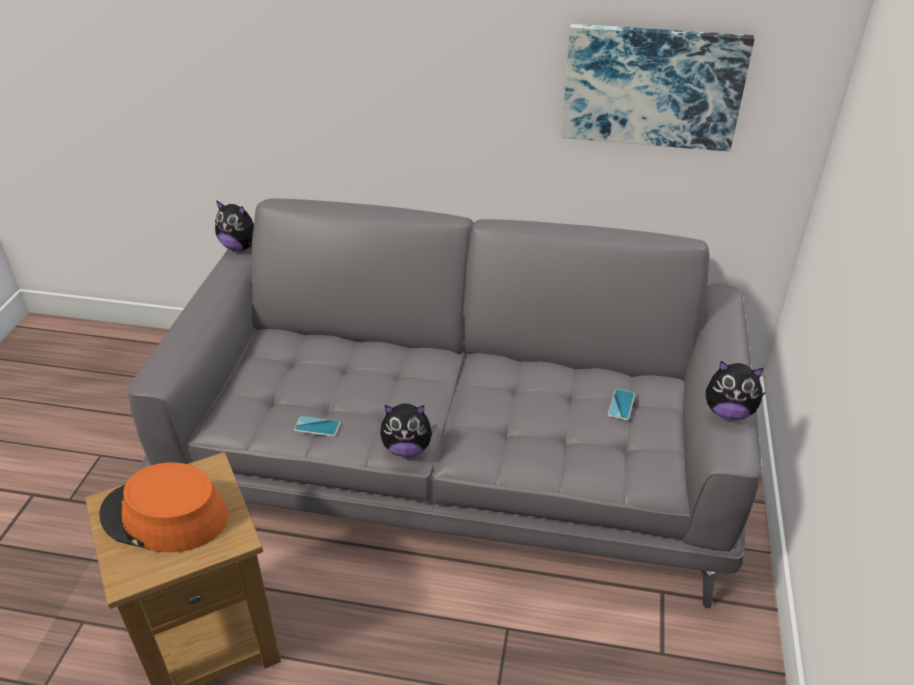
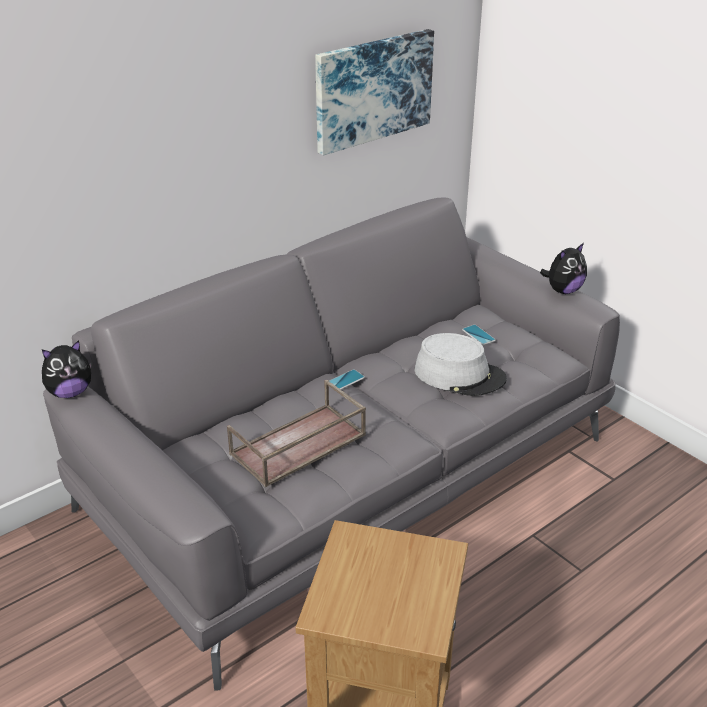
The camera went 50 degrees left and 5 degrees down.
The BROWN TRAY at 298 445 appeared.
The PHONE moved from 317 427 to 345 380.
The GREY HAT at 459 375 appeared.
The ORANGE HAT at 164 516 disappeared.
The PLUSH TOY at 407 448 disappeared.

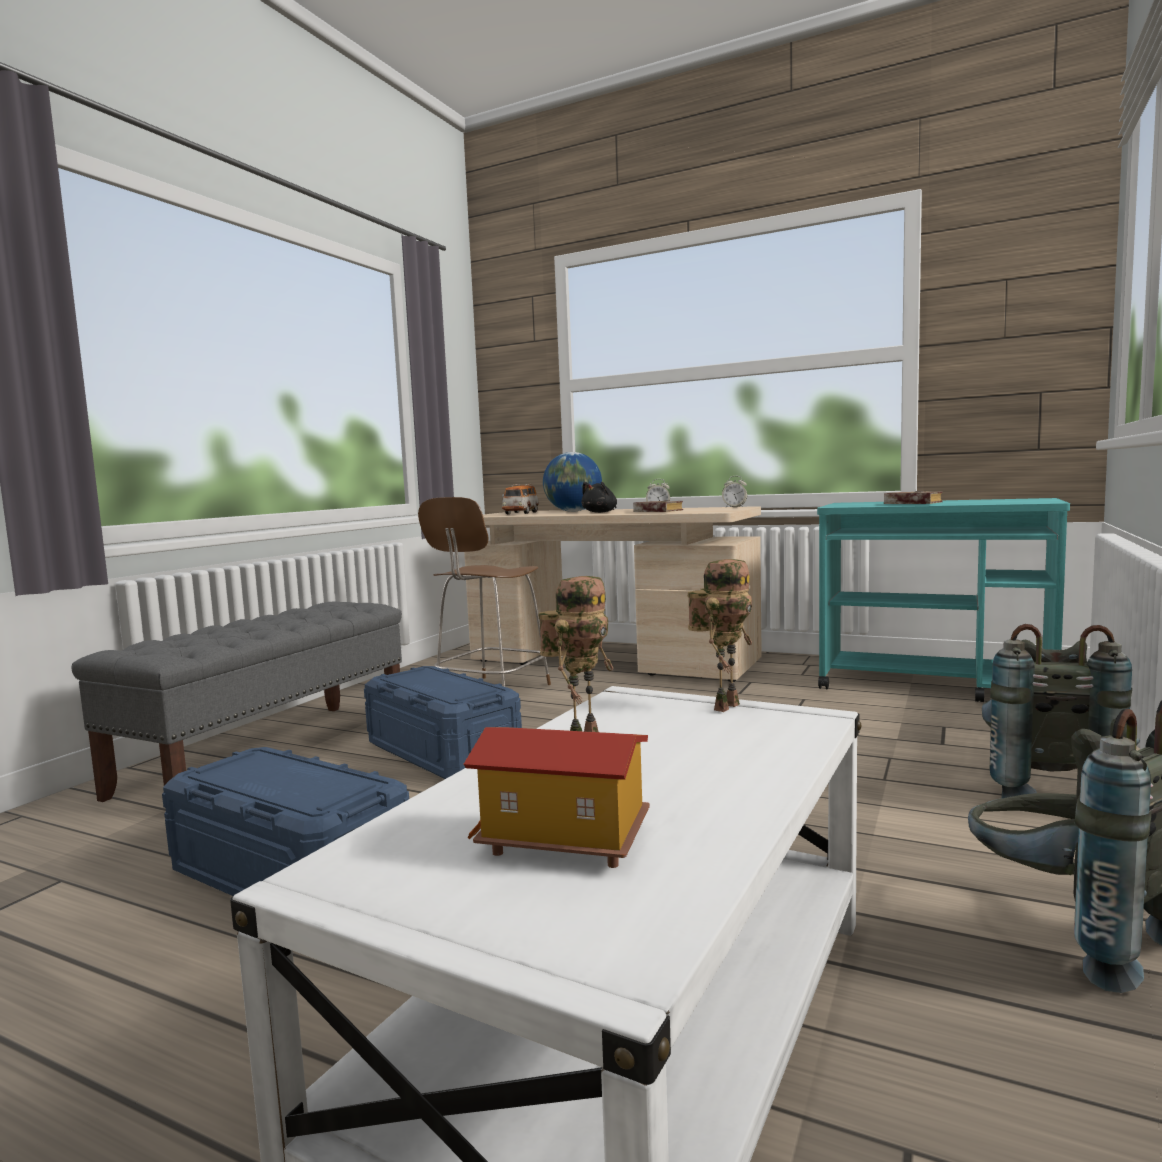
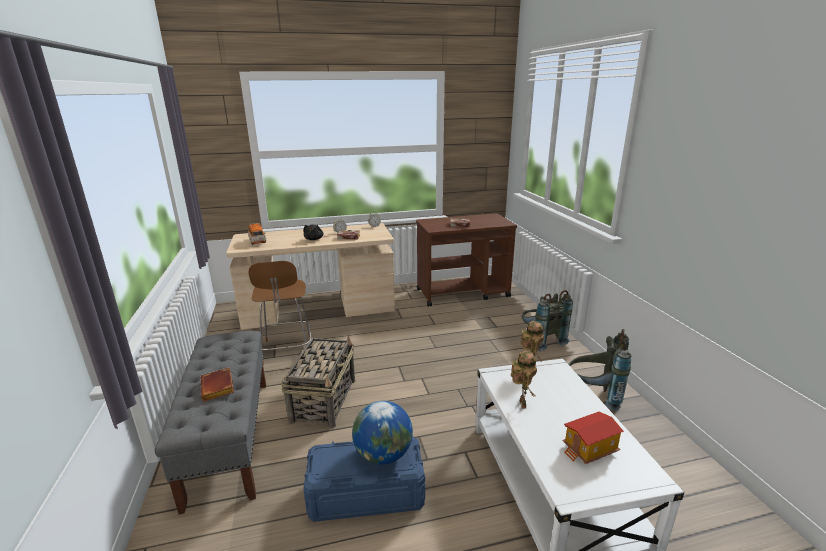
The camera went 40 degrees left and 15 degrees up.
The BROWN BOOK at 219 388 appeared.
The BLUE STORAGE BOX at 443 752 was replaced by the BASKET at 324 400.
The GLOBE moved from 573 511 to 383 455.
The TURQUOISE CART at 935 685 became the BROWN CART at 463 293.

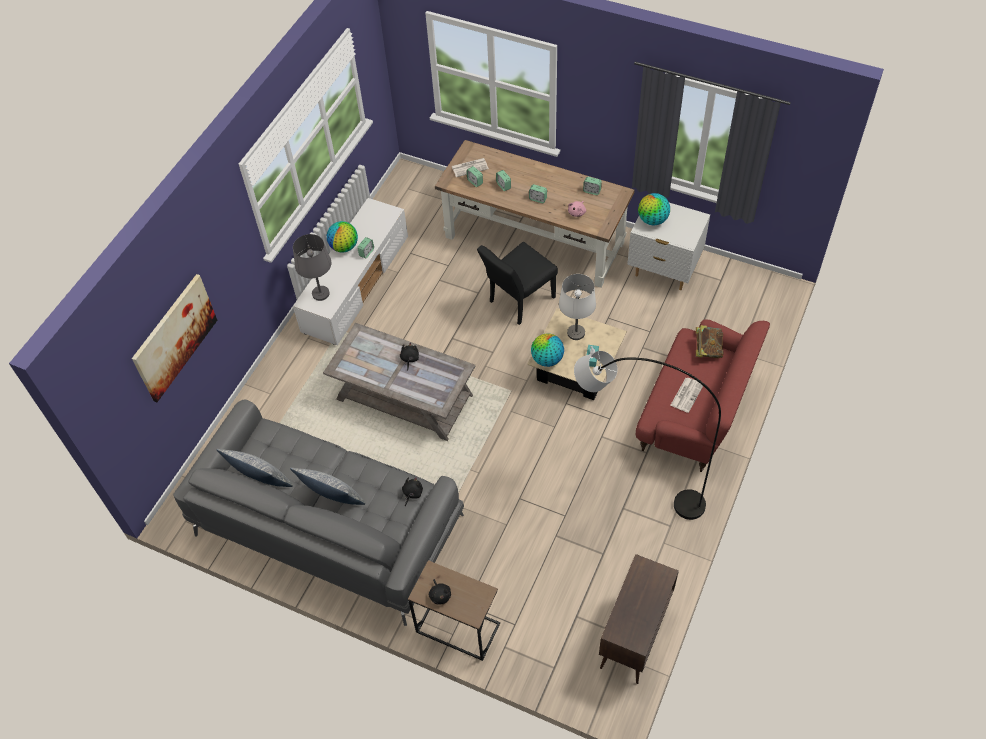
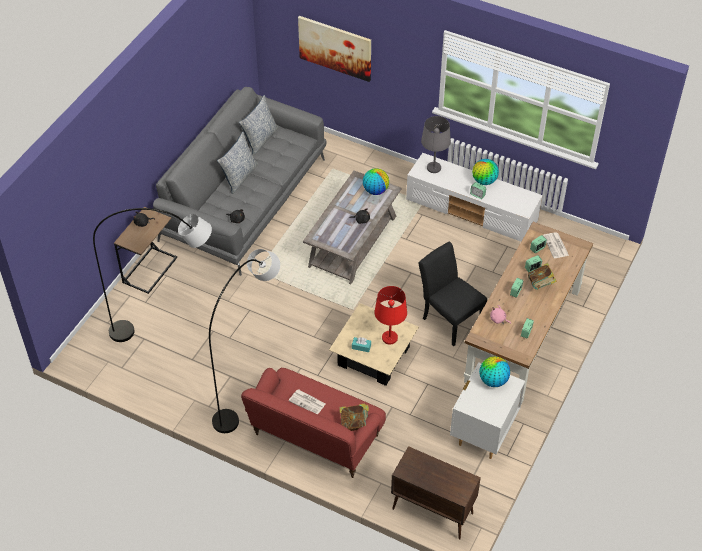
The camera went 90 degrees right and 5 degrees down.
The GREY FLOOR LAMP at 169 327 appeared.
The GLOBE moved from 547 359 to 375 190.
The WHITE TABLE LAMP at 576 333 became the RED TABLE LAMP at 389 338.
The BROWN CABINET moved from 634 637 to 431 511.
The BOOK at 541 284 appeared.

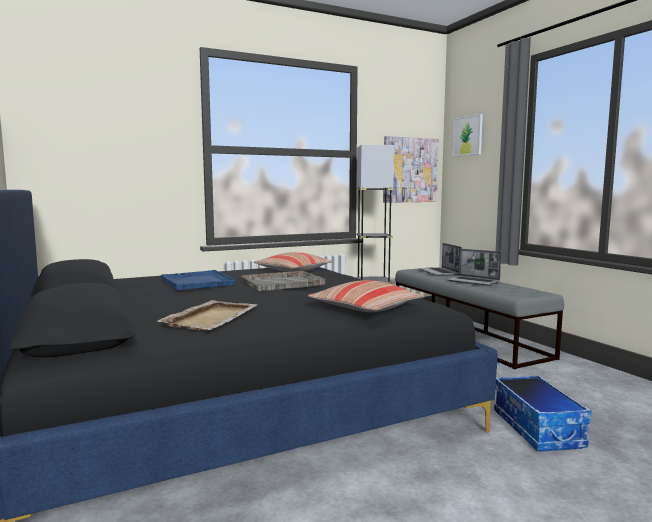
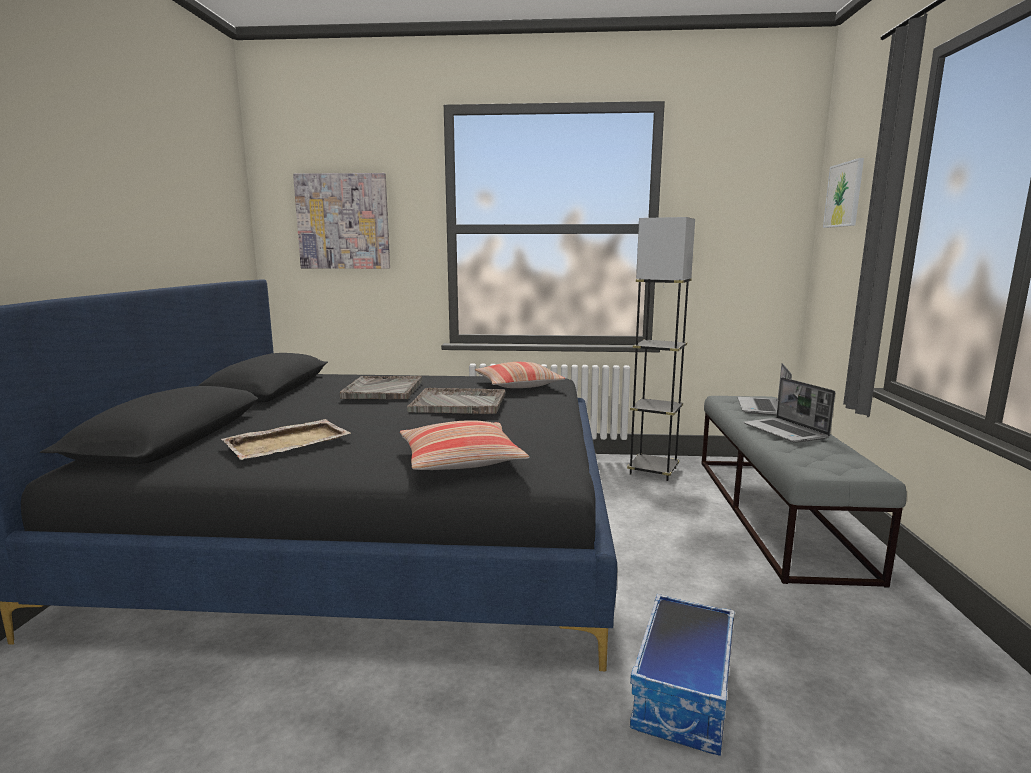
The camera went 30 degrees right and 5 degrees up.
The PICTURE moved from 410 170 to 343 221.
The BLUE TRAY at 197 282 became the GREY TRAY at 383 389.

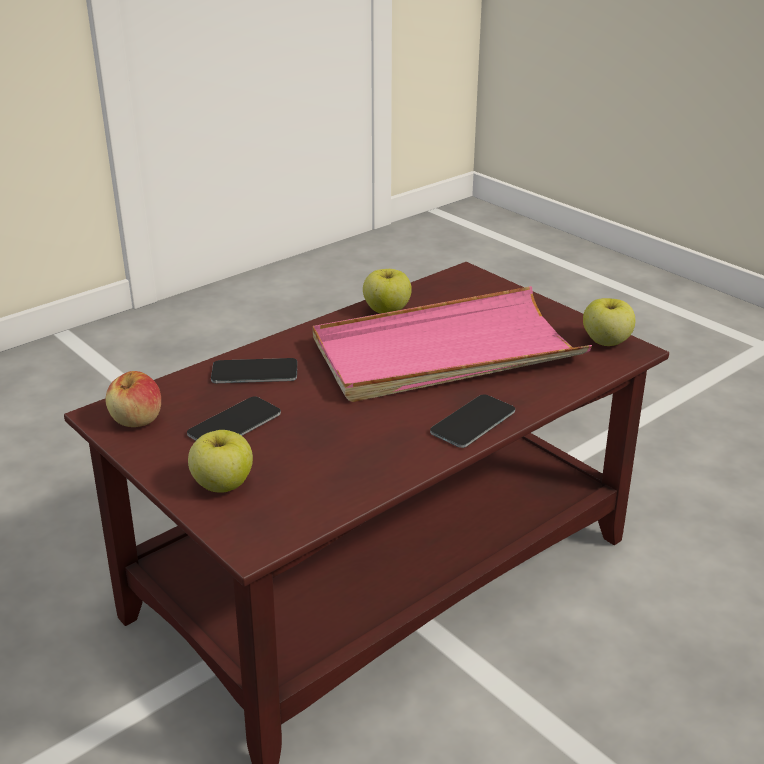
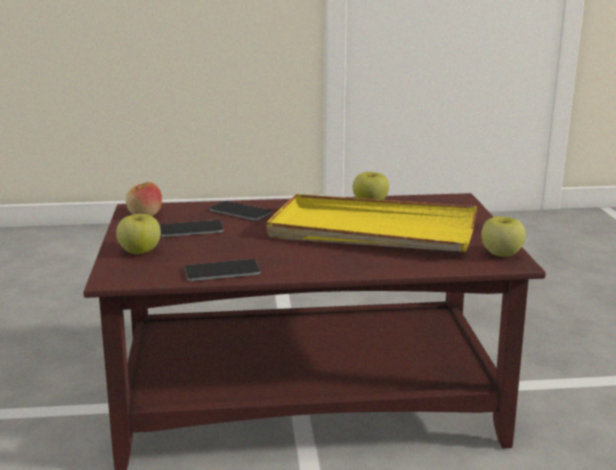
The camera went 35 degrees right and 10 degrees down.
The PHONE moved from 473 422 to 222 271.
The PINK TRAY at 445 353 became the YELLOW TRAY at 372 231.

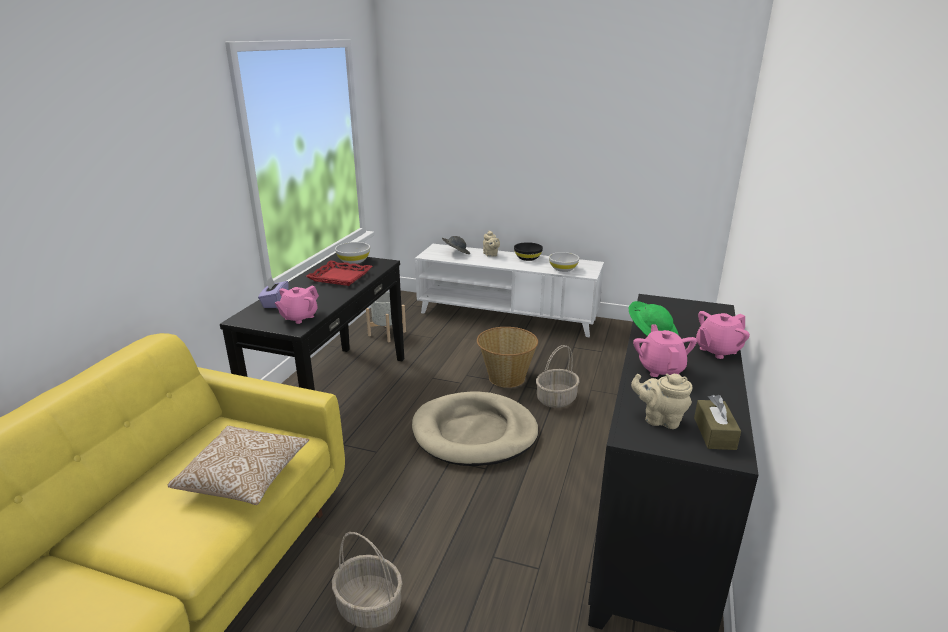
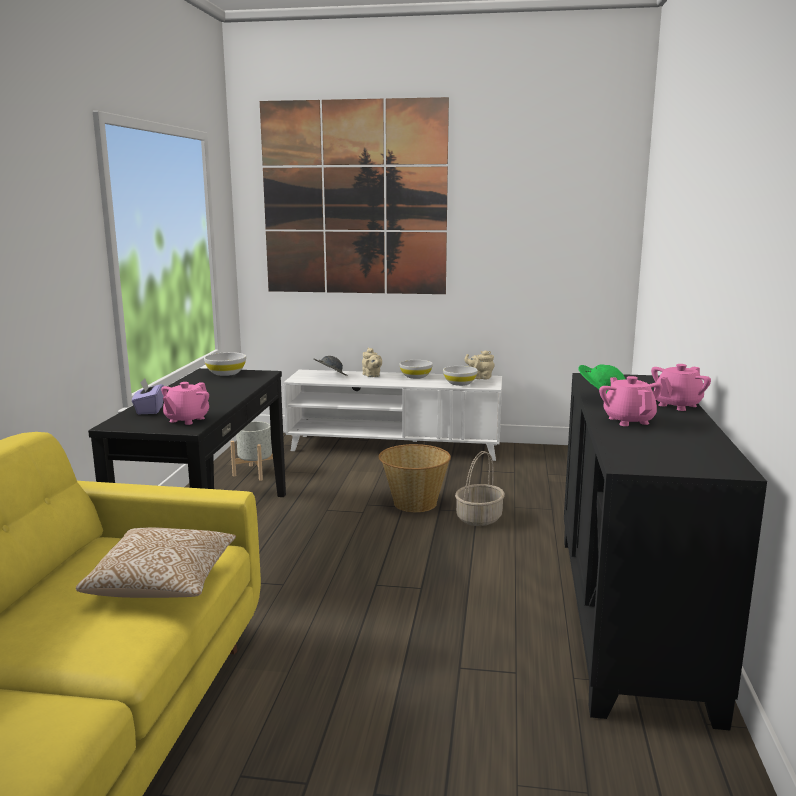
The camera went 10 degrees left and 10 degrees down.
The PICTURE at 354 199 appeared.
The BLACK BOWL at 527 258 became the WHITE BOWL at 415 376.
The BEIGE TEAPOT moved from 660 419 to 480 377.
The RED TRAY at 340 277 disappeared.
The BASKET at 368 606 disappeared.
The BEIGE DOG BED at 474 433 disappeared.
The BROWN TISSUE BOX at 714 433 disappeared.

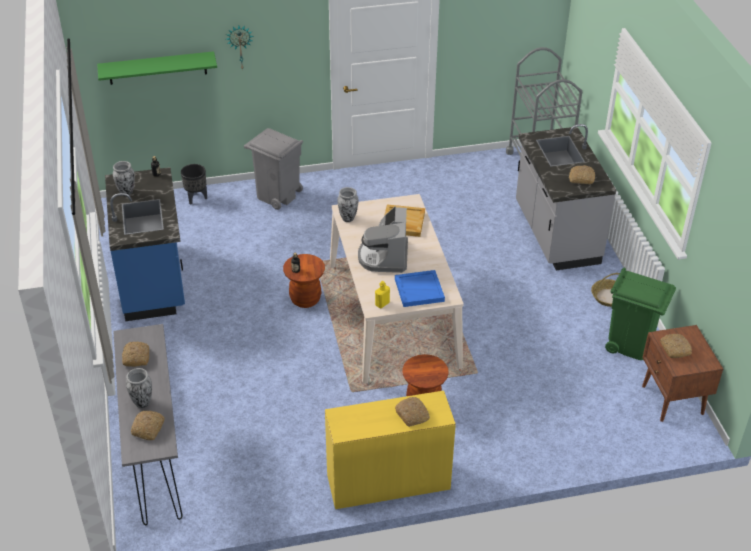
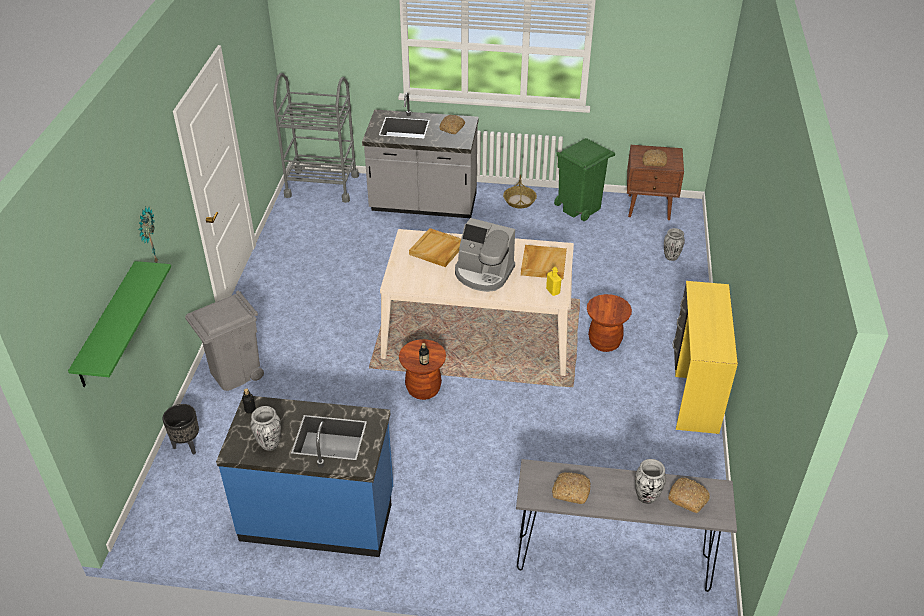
The camera went 70 degrees left and 0 degrees up.
The BLUE TRAY at 419 290 became the BEIGE TRAY at 543 263.
The VASE moved from 348 218 to 671 257.
The BREAD at 412 415 disappeared.

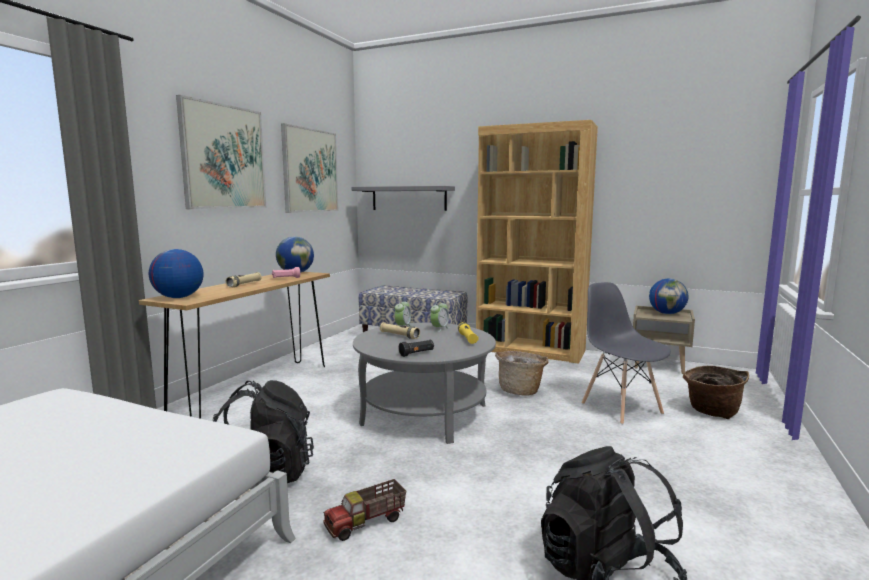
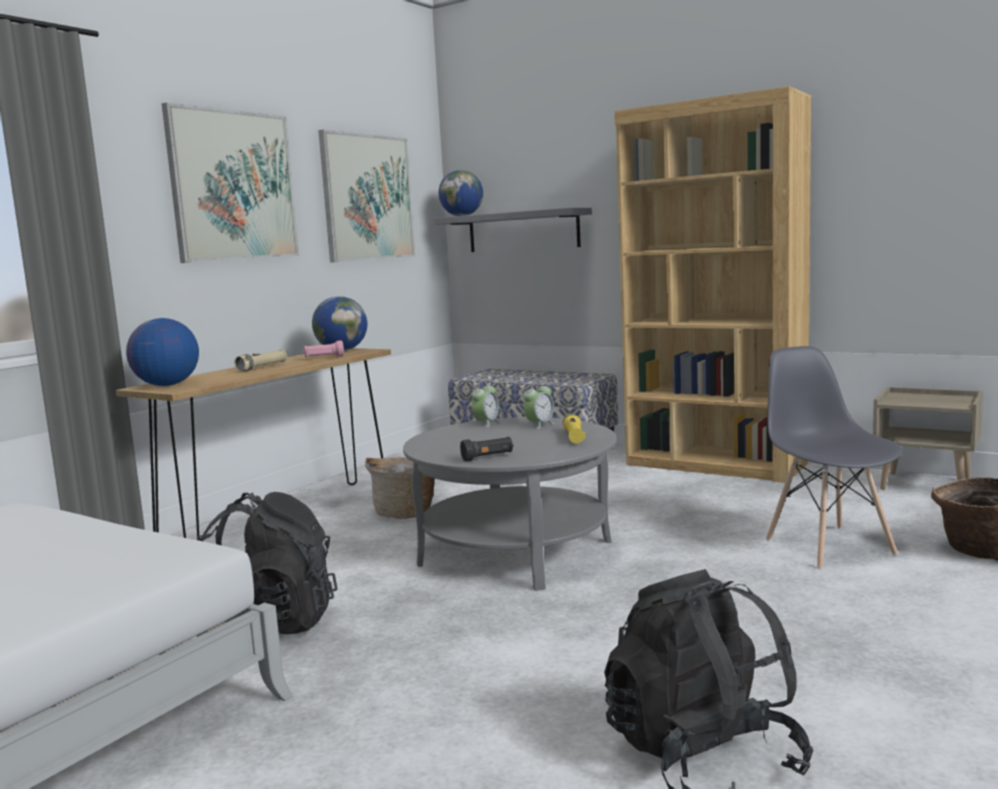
The camera went 10 degrees right and 0 degrees up.
The BASKET moved from 520 390 to 407 513.
The GLOBE moved from 667 313 to 462 216.
The TOY TRUCK at 366 523 disappeared.
The BEIGE FLASHLIGHT at 399 336 disappeared.

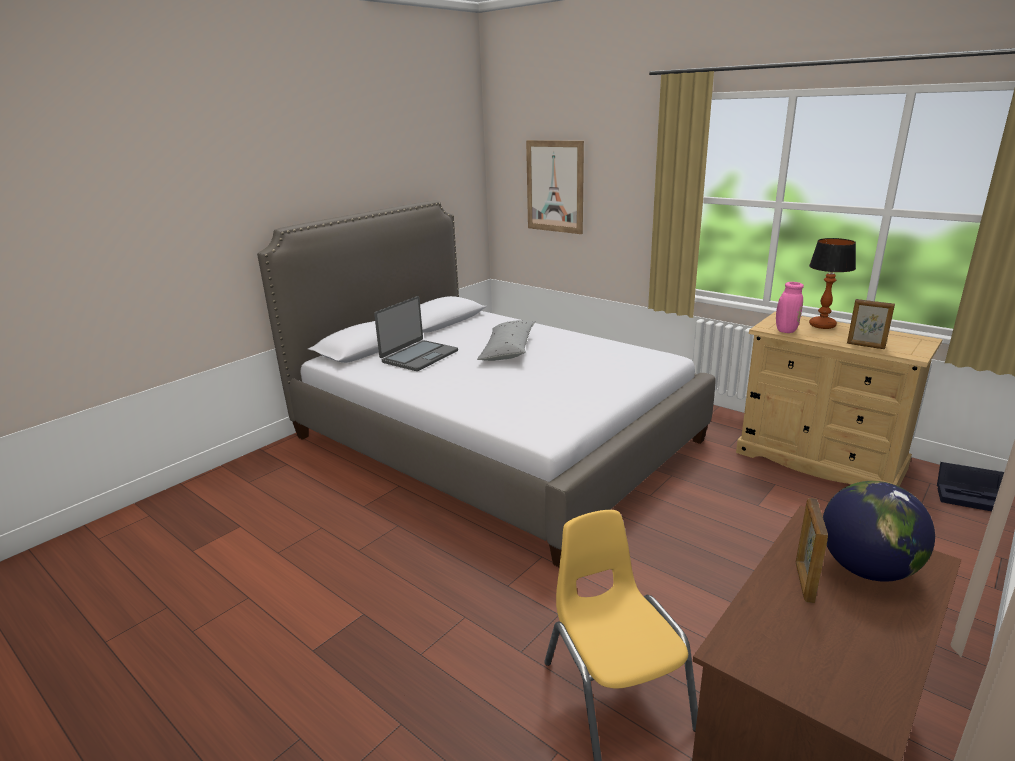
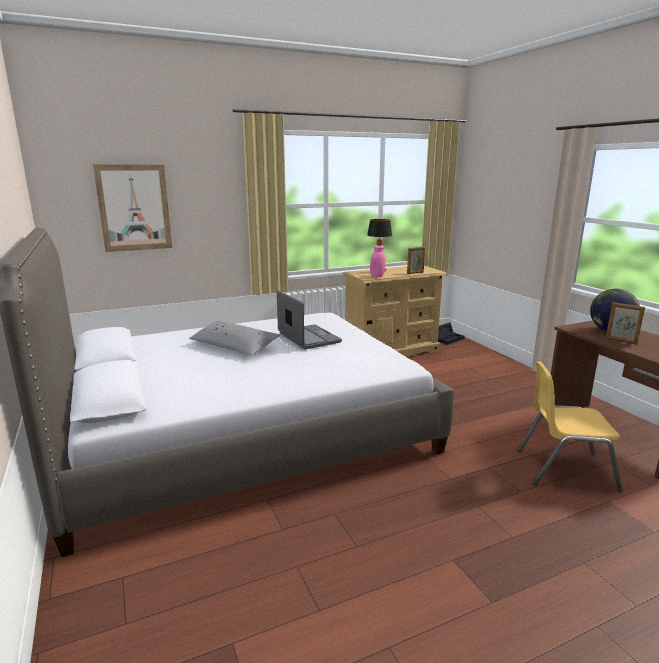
The camera went 65 degrees left and 5 degrees down.
The LAPTOP moved from 419 356 to 308 338.

